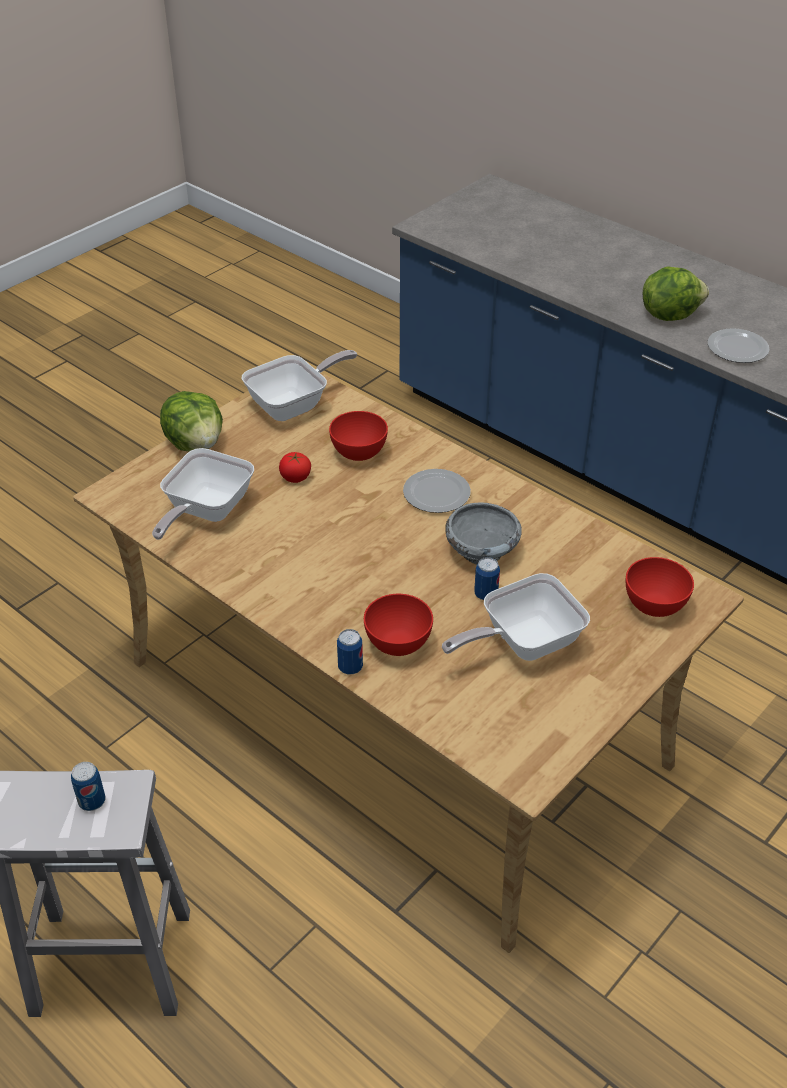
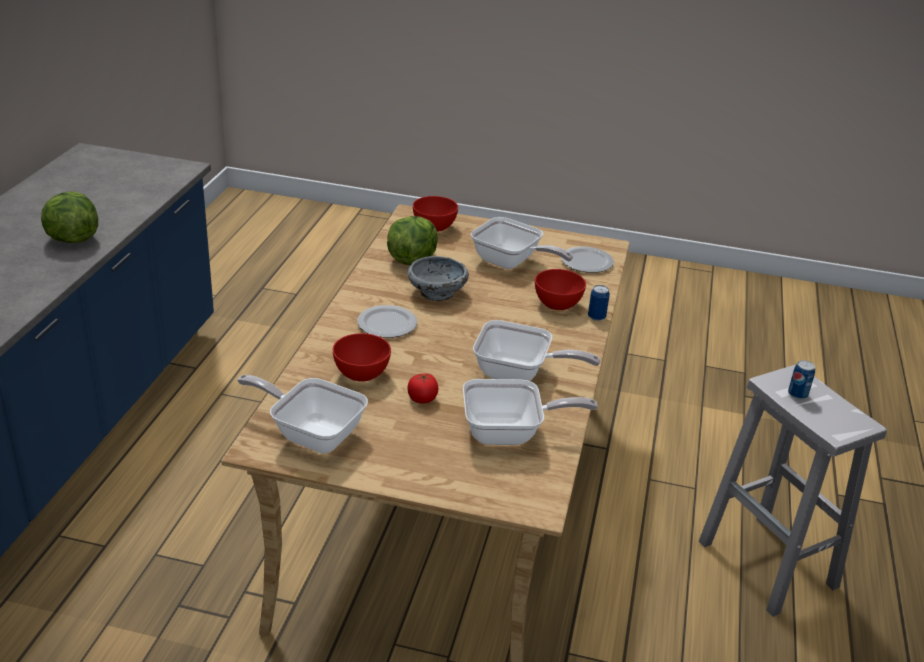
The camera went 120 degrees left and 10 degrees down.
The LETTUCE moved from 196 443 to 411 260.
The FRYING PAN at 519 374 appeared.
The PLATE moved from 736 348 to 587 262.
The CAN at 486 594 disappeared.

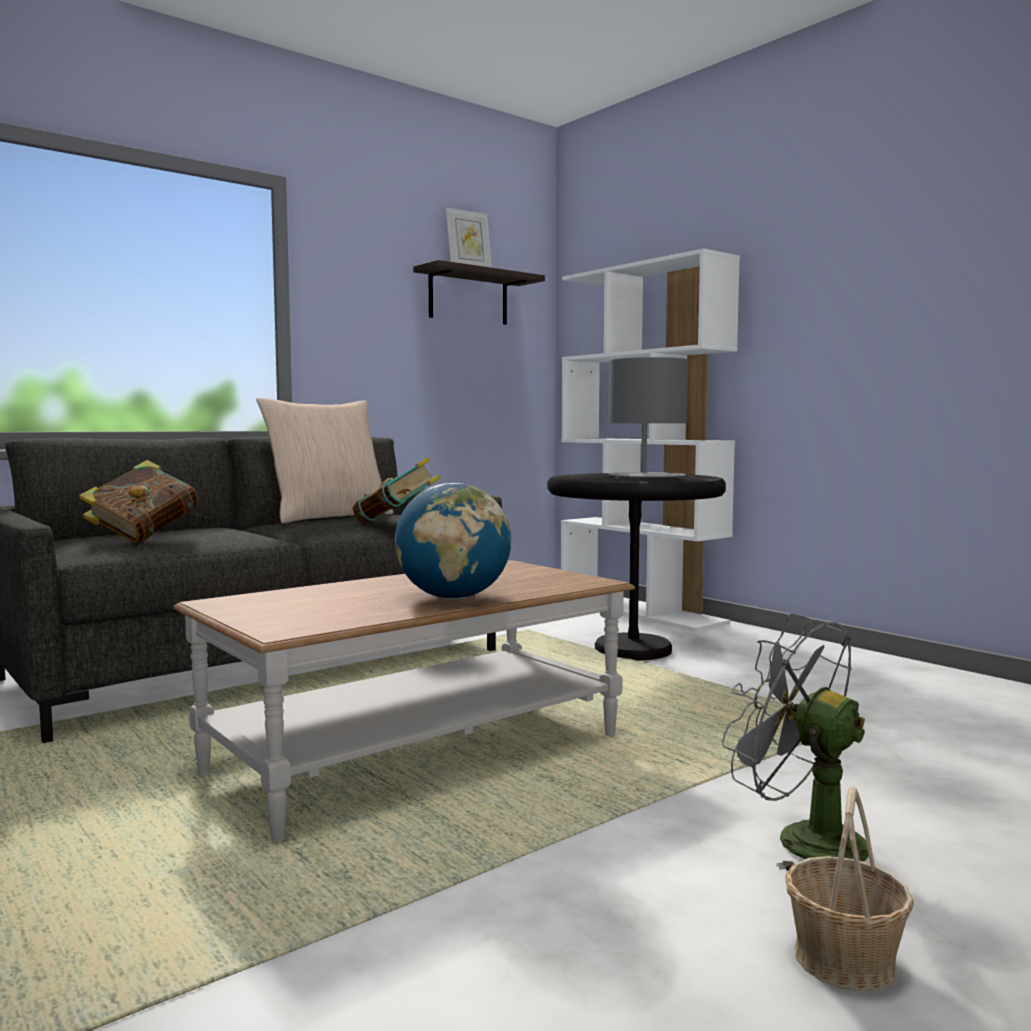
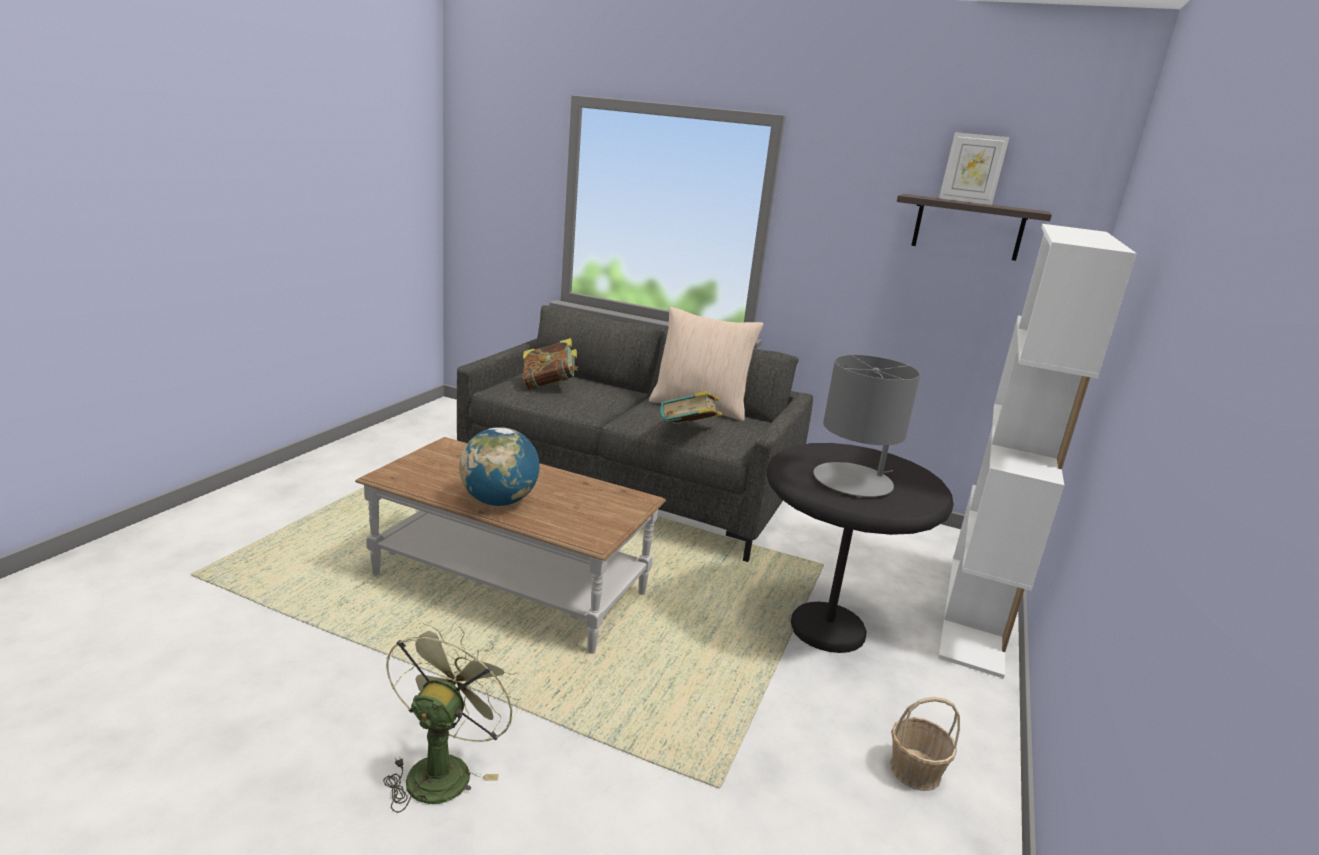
The camera went 60 degrees right and 15 degrees up.
The GREY FAN at 802 840 became the GREEN FAN at 443 768.
The BASKET moved from 843 960 to 914 770.

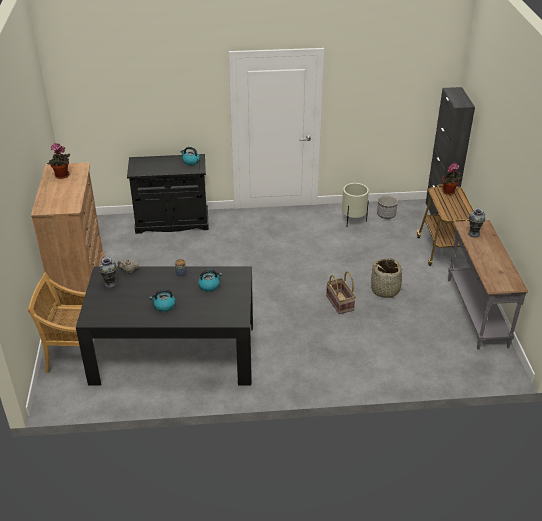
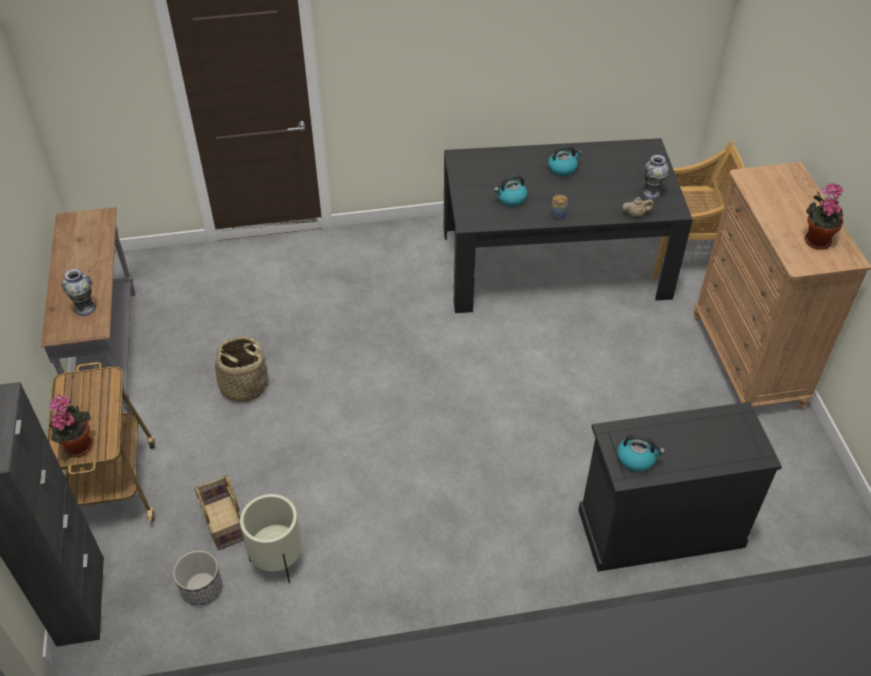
The camera went 175 degrees right and 10 degrees up.
The BASKET moved from 340 303 to 223 523.

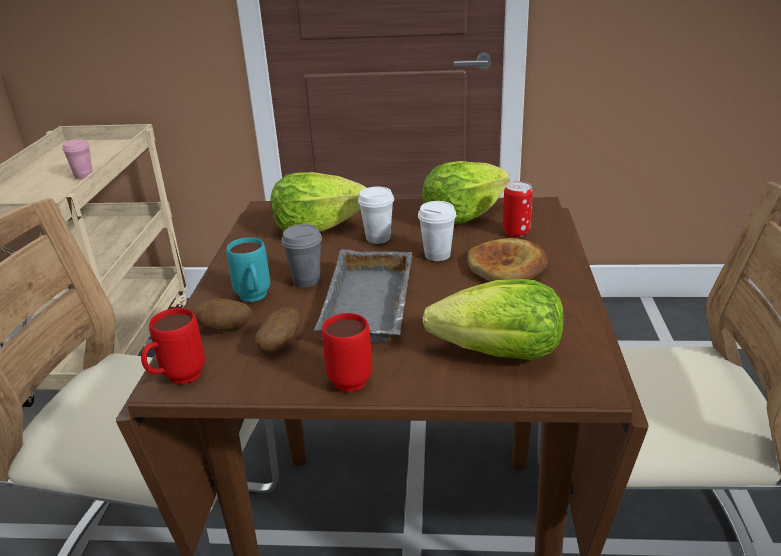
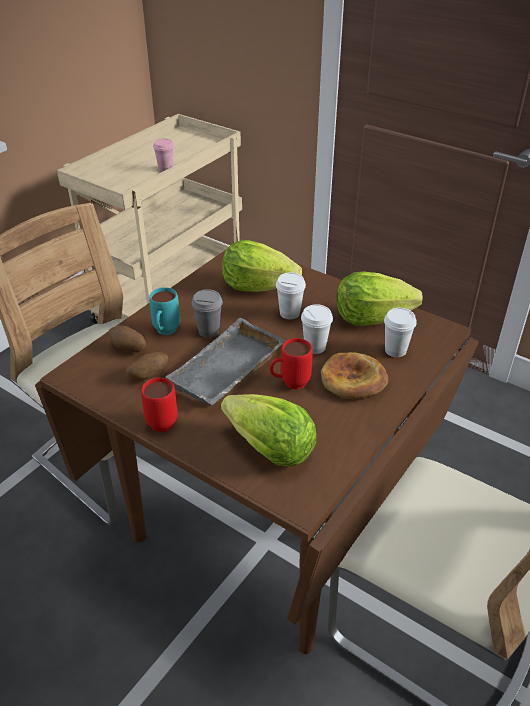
The camera went 30 degrees right and 10 degrees up.
The RED MUG moved from 177 380 to 289 384.
The CAN at 516 232 was replaced by the WHITE CUP at 395 350.

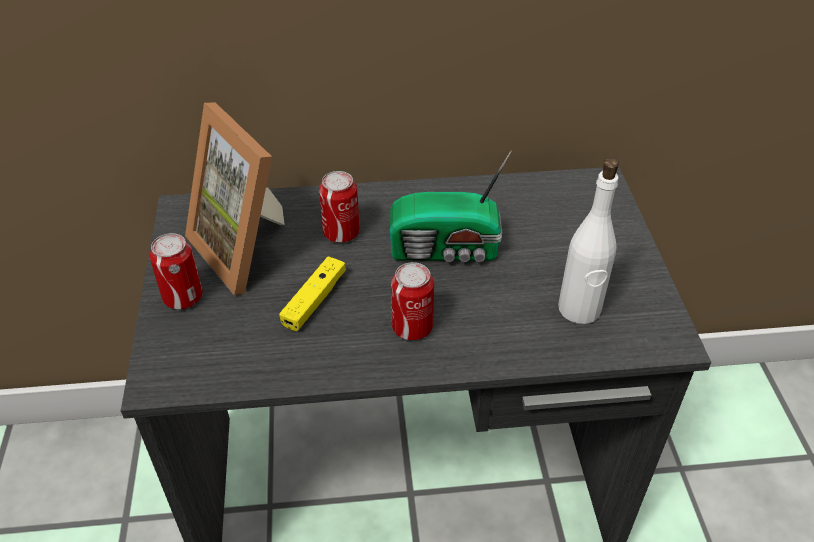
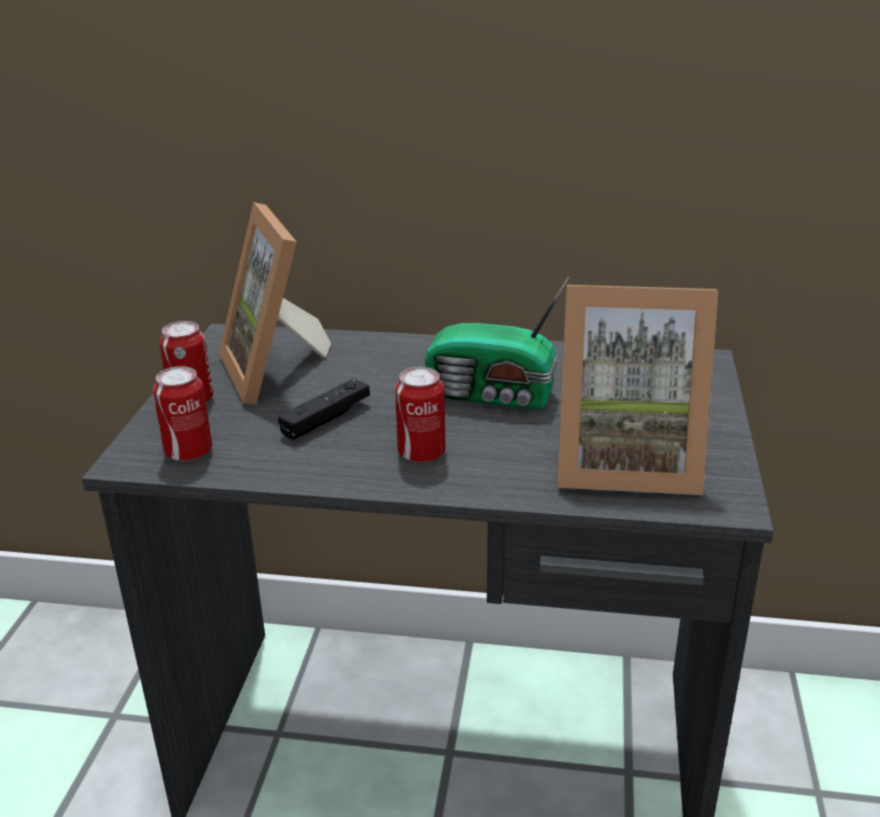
The camera went 15 degrees right and 15 degrees down.
The CAN moved from 341 233 to 188 452.
The YELLOW GAME CONTROLLER at 314 300 became the BLACK GAME CONTROLLER at 326 418.
The WHITE BOTTLE at 579 309 was replaced by the PICTURE FRAME at 625 462.

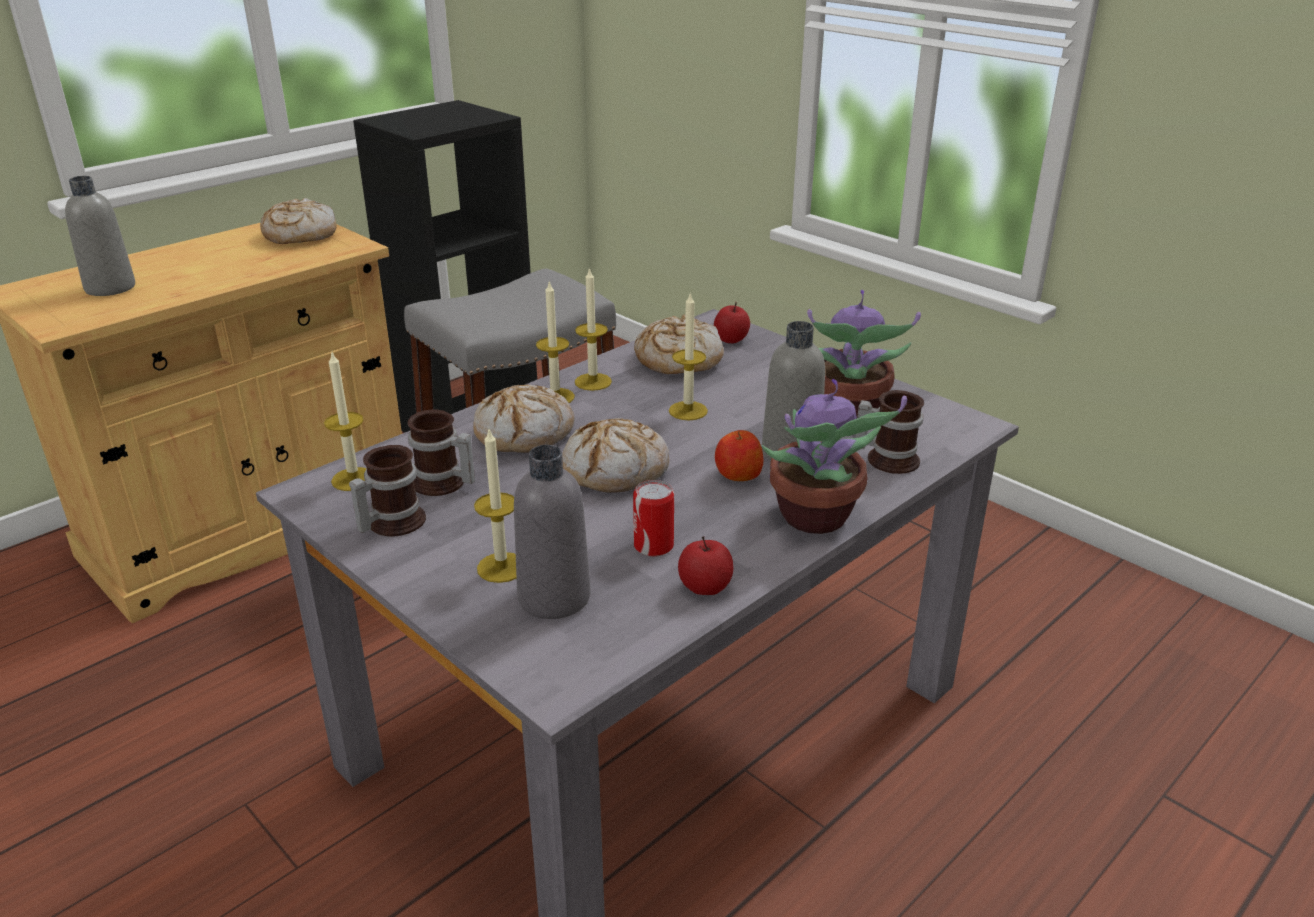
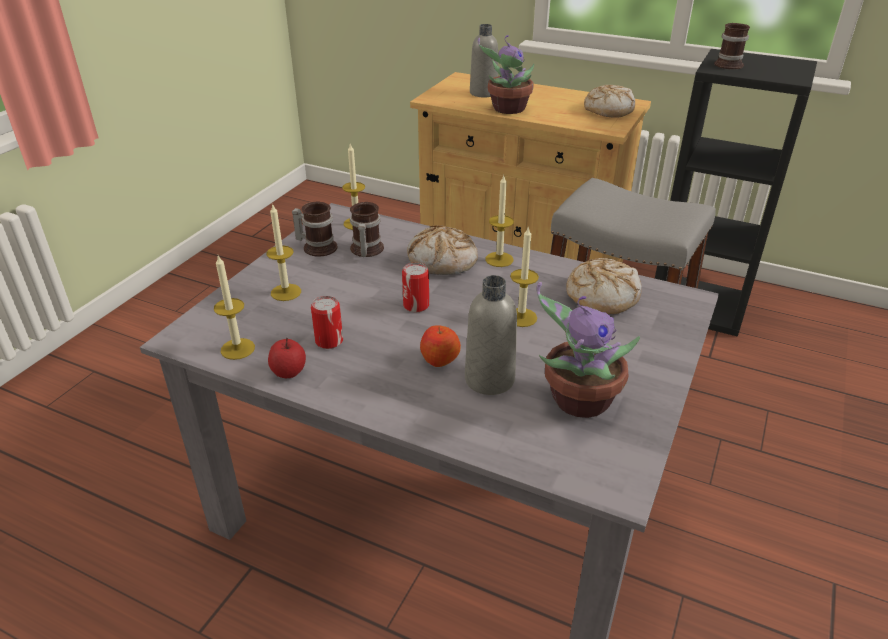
The camera went 70 degrees right and 5 degrees up.
The CANDLE moved from 593 382 to 237 349.
The BREAD at 616 469 was replaced by the CAN at 416 305.
The POTTED PLANT moved from 815 518 to 507 109.
The MUG moved from 888 458 to 729 64.
The GREY BOTTLE at 554 597 disappeared.
The APPLE at 731 339 disappeared.

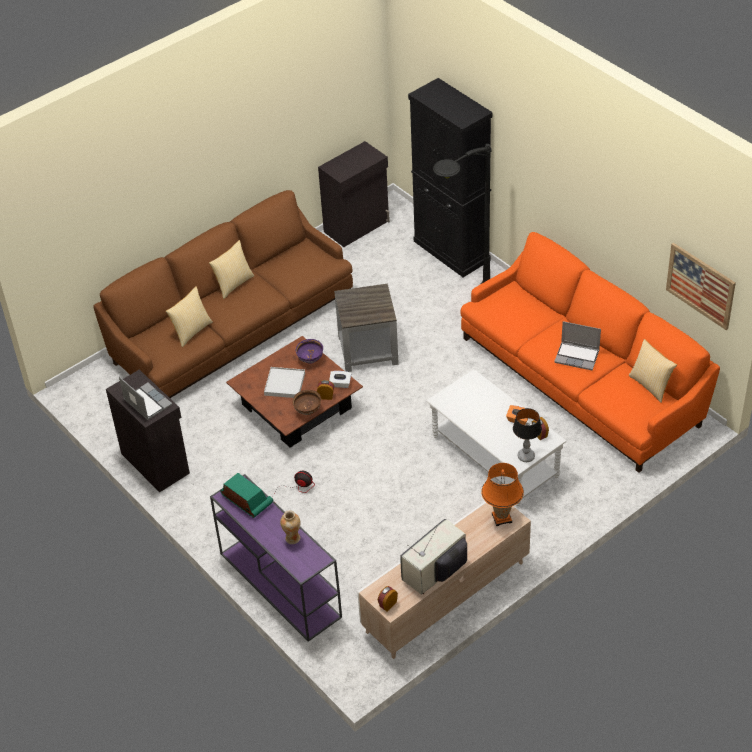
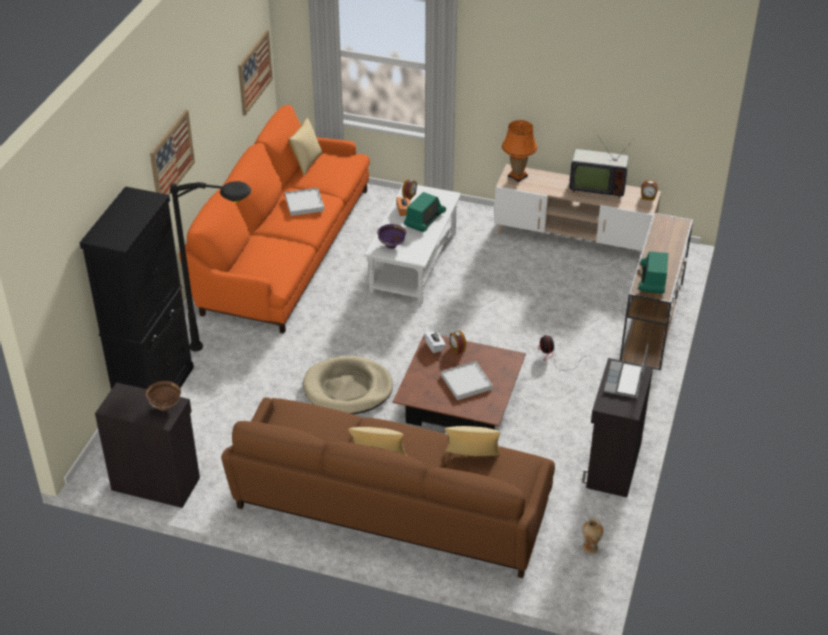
The camera went 125 degrees left and 5 degrees down.
The BROWN BOWL moved from 308 411 to 165 406.
The PICTURE at 171 157 appeared.
The LAPTOP at 577 356 was replaced by the WHITE TRAY at 304 203.
The GREY SIDE TABLE at 367 350 was replaced by the BEIGE DOG BED at 348 389.
The PURPLE BOWL moved from 310 360 to 391 245.
The RADIO at 424 219 appeared.
The VASE moved from 292 538 to 590 548.
The PURPLE CONSOLE TABLE at 279 584 became the BROWN CONSOLE TABLE at 652 323.
The TABLE LAMP at 526 456 disappeared.

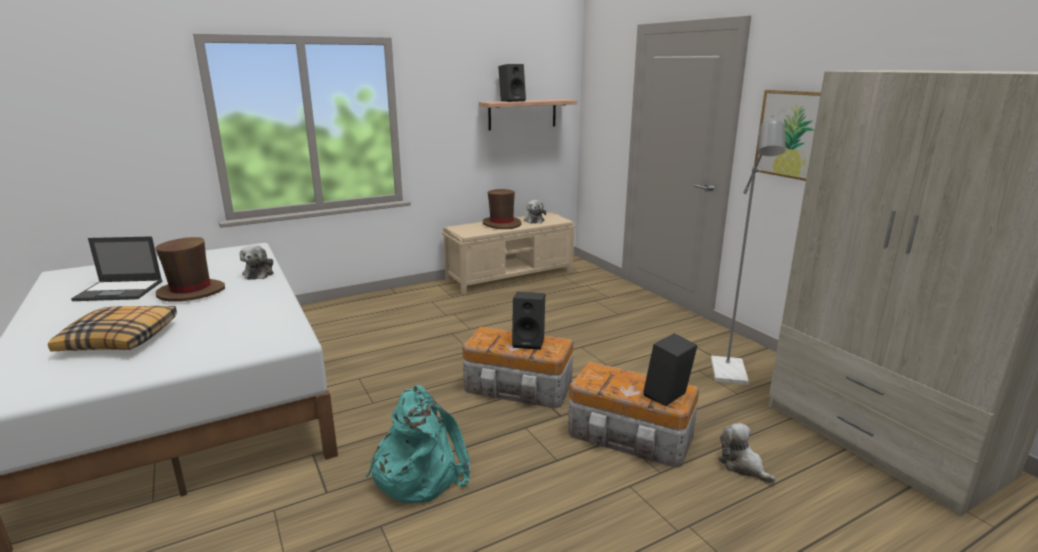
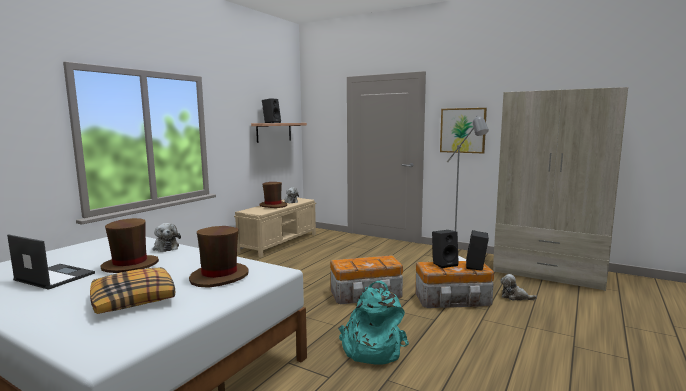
The camera went 30 degrees left and 10 degrees down.
The LAPTOP at 120 290 turned 120 degrees counterclockwise.
The BROWN HAT at 220 276 appeared.
The BLACK SPEAKER moved from 529 342 to 444 264.

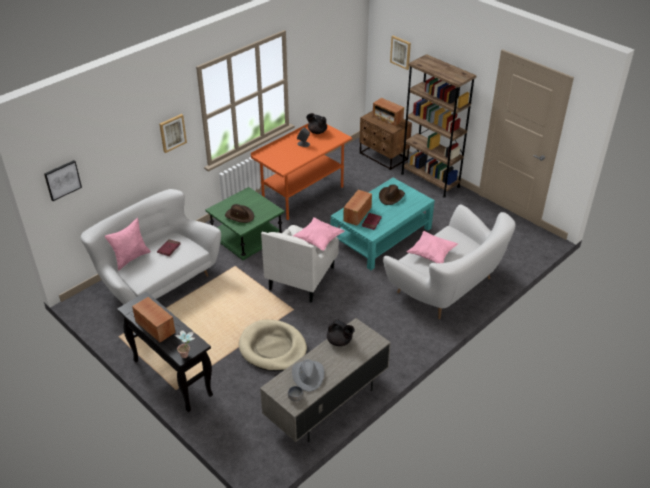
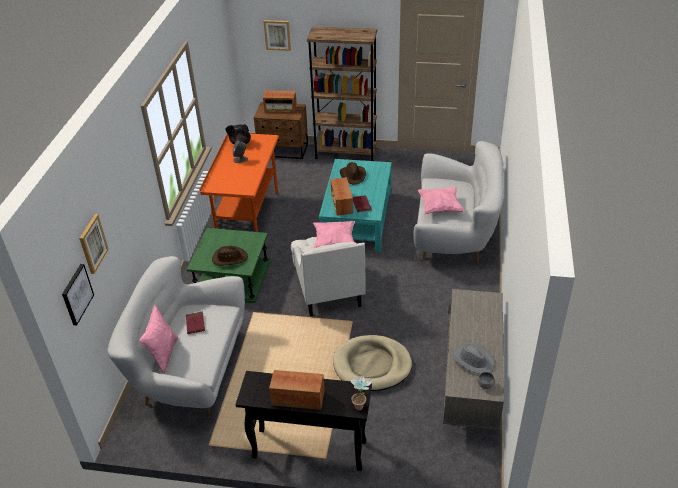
The camera went 35 degrees left and 0 degrees up.
The PICTURE moved from 172 133 to 92 243.
The BLACK TEAPOT at 340 341 disappeared.

